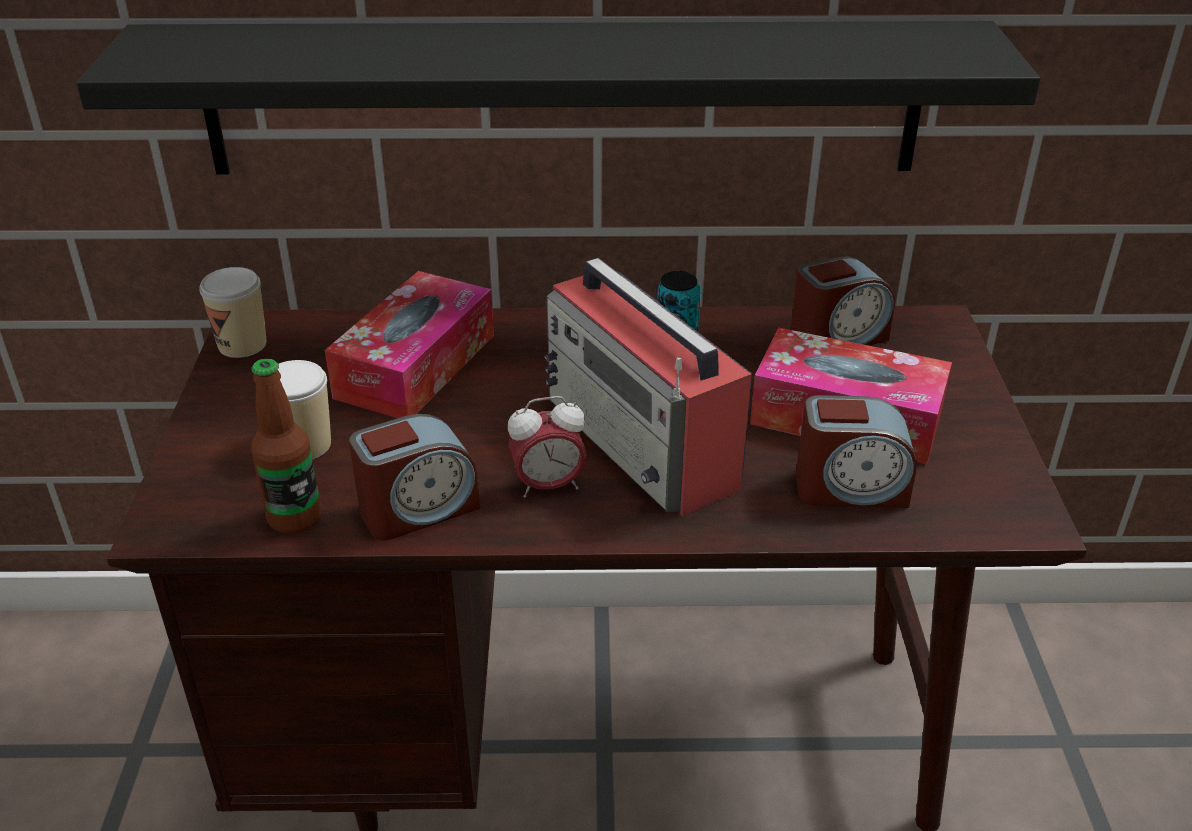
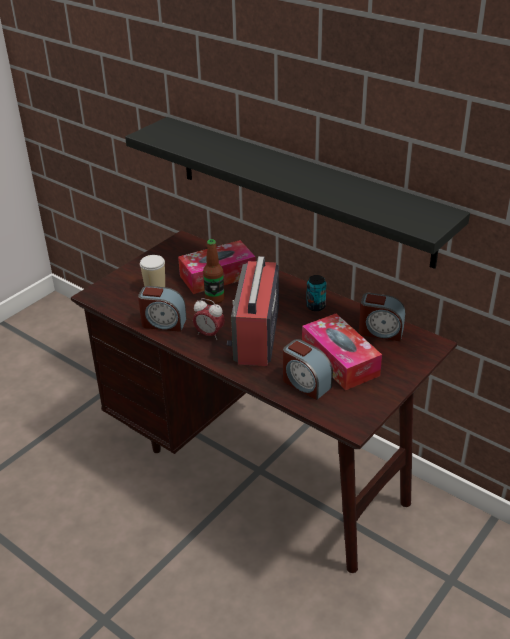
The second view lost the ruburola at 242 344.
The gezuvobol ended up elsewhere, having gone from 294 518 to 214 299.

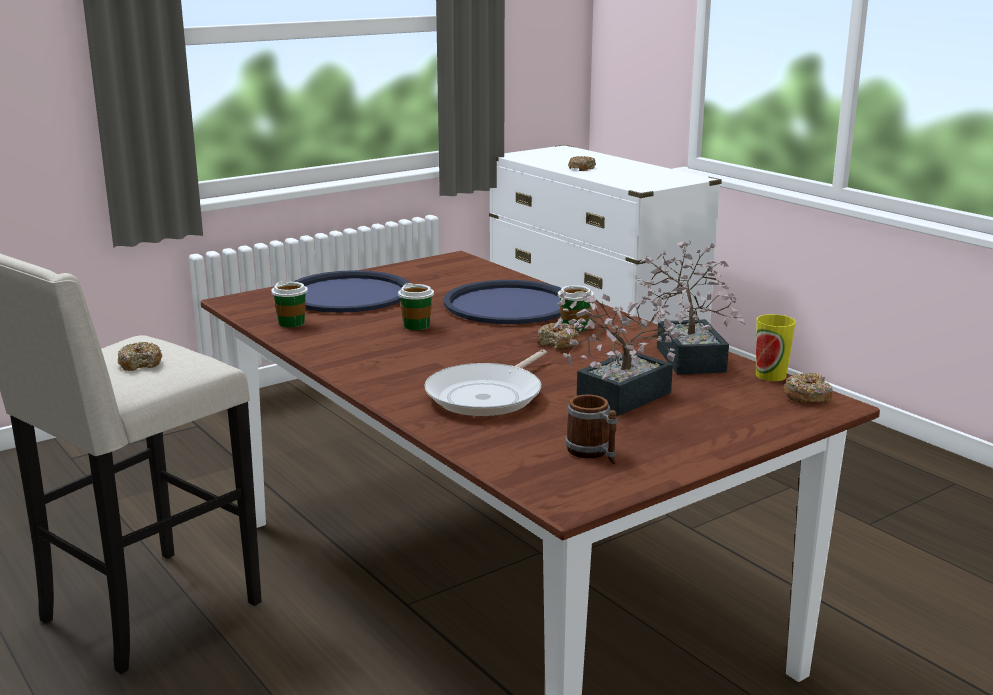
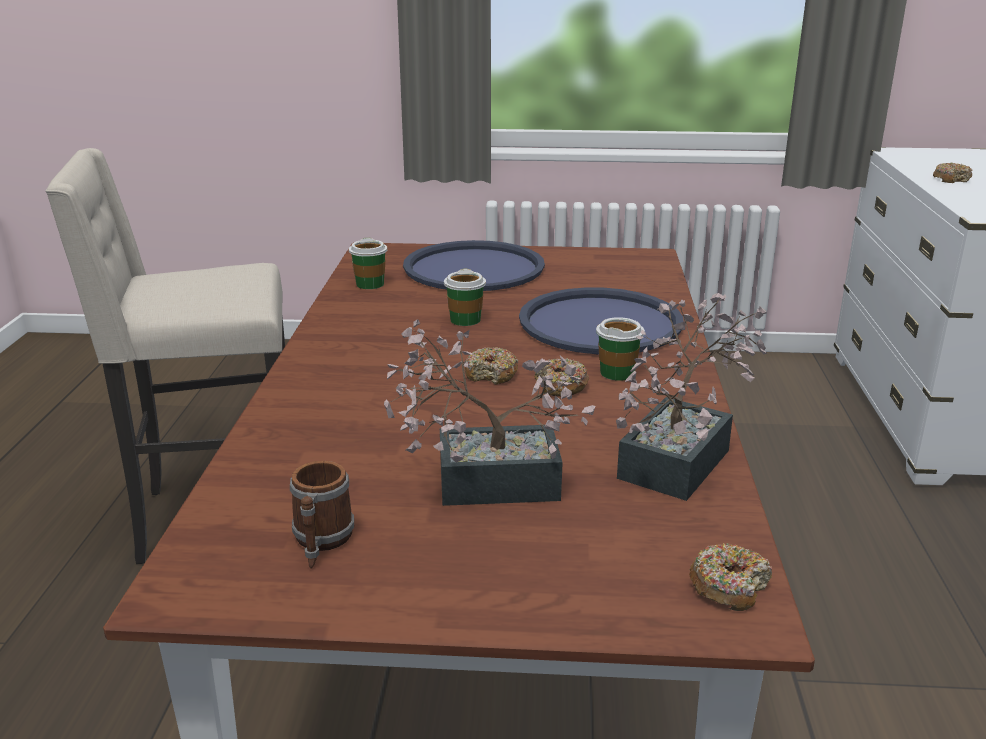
The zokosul ended up elsewhere, having gone from 140 363 to 491 374.
The second view lost the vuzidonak at 488 396.
The second view lost the ruburola at 771 375.

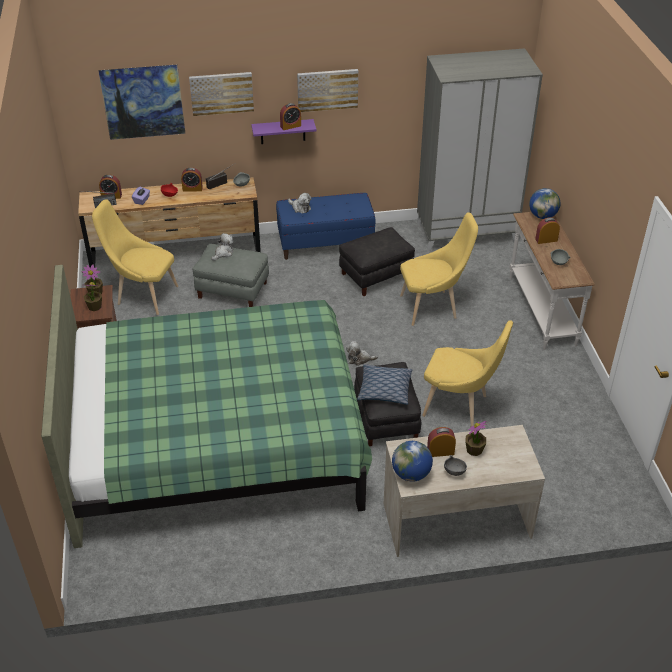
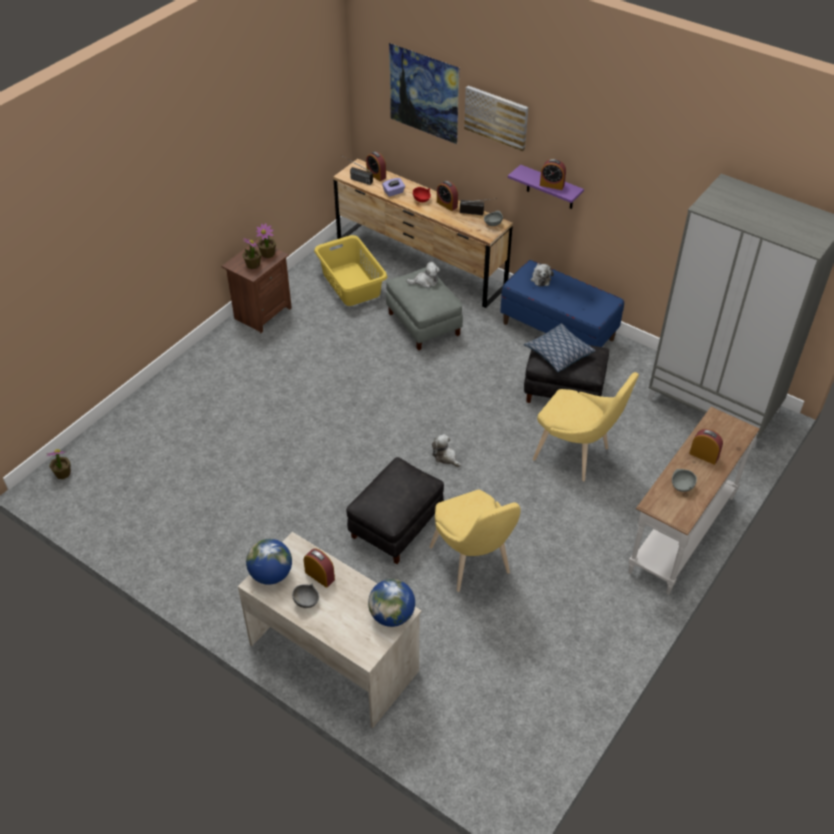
The second view lost the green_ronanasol at 215 439.
Where the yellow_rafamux stood at 143 295, the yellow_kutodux came to stand at 351 283.
The second view lost the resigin at 327 89.
The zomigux ended up elsewhere, having gone from 384 390 to 558 353.
The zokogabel ended up elsewhere, having gone from 474 450 to 63 474.
The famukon ended up elsewhere, having gone from 542 216 to 392 615.

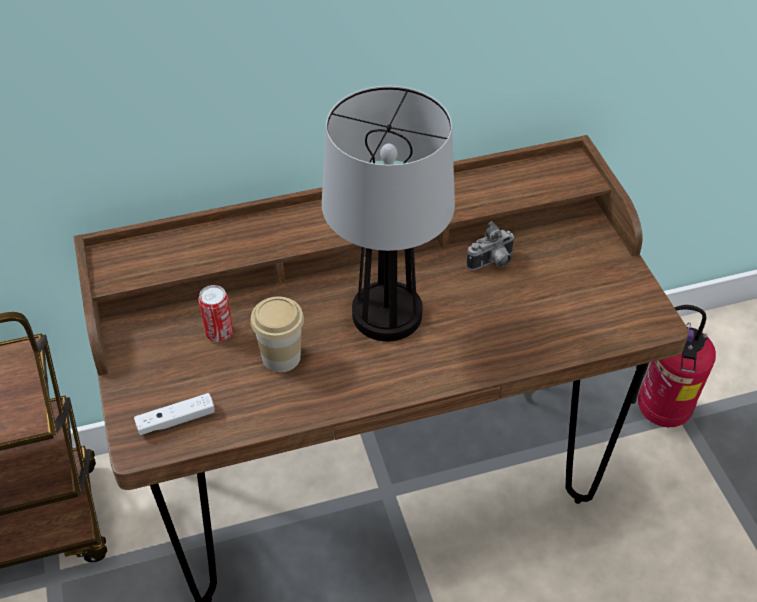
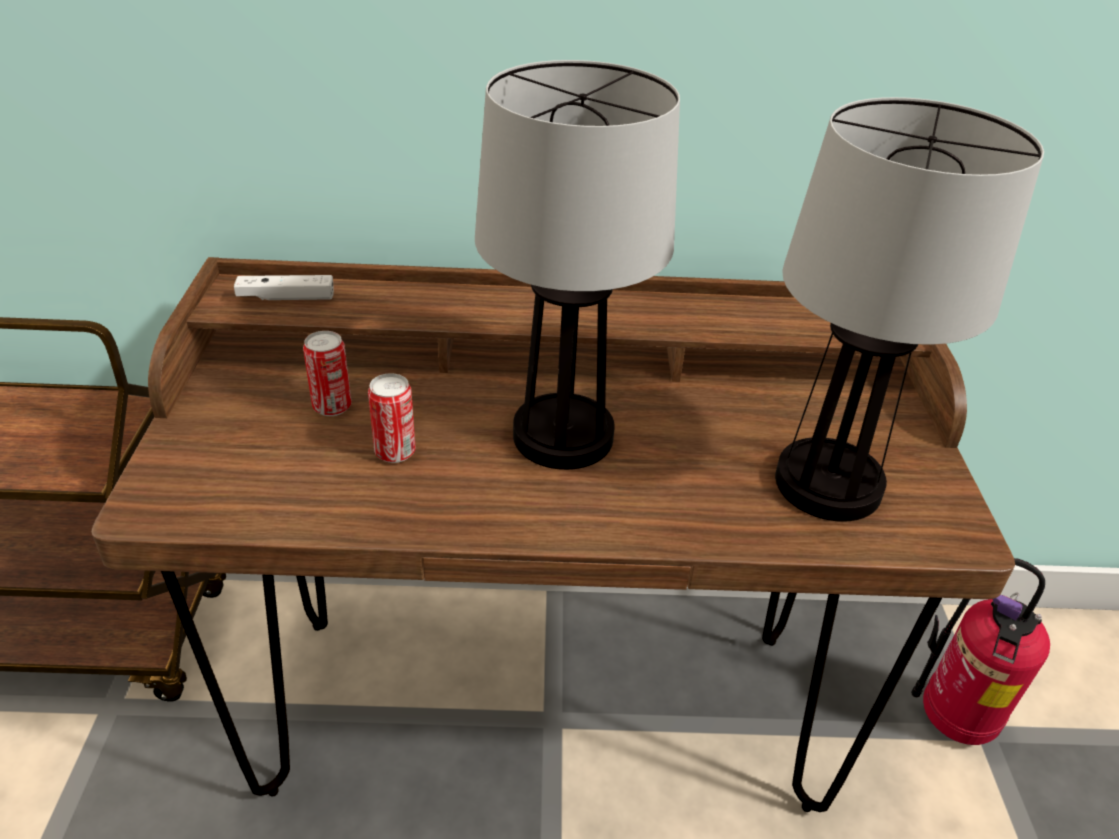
The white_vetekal ended up elsewhere, having gone from 176 420 to 286 297.
Where the ruburola stood at 281 357, the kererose came to stand at 395 452.
The second view lost the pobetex at 492 263.
The second view gained the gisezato at 828 483.

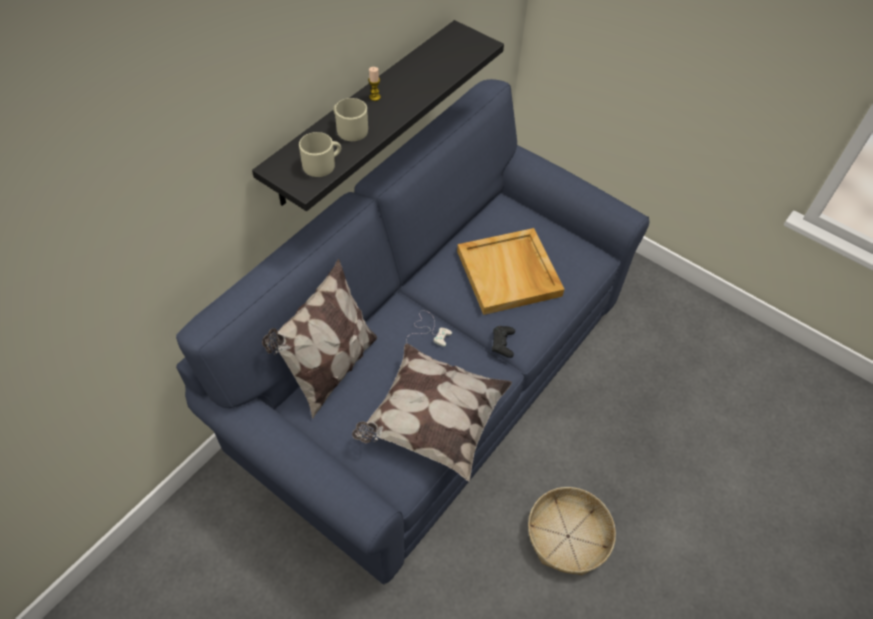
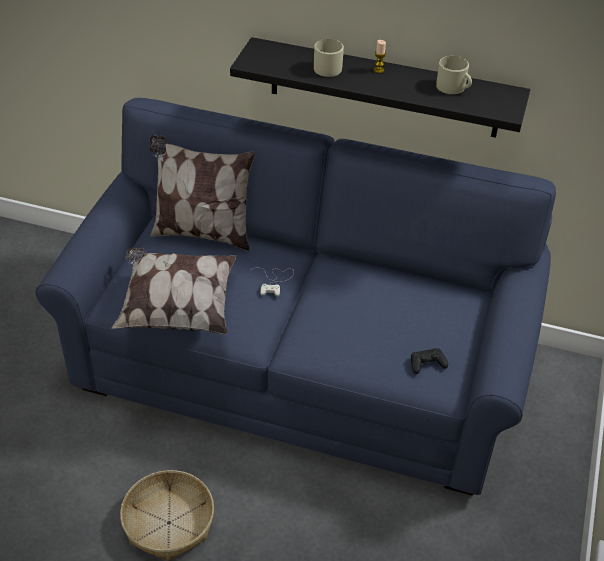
The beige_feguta ended up elsewhere, having gone from 322 164 to 453 87.
The second view lost the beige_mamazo at 509 274.
The black_vetekal ended up elsewhere, having gone from 503 343 to 427 364.

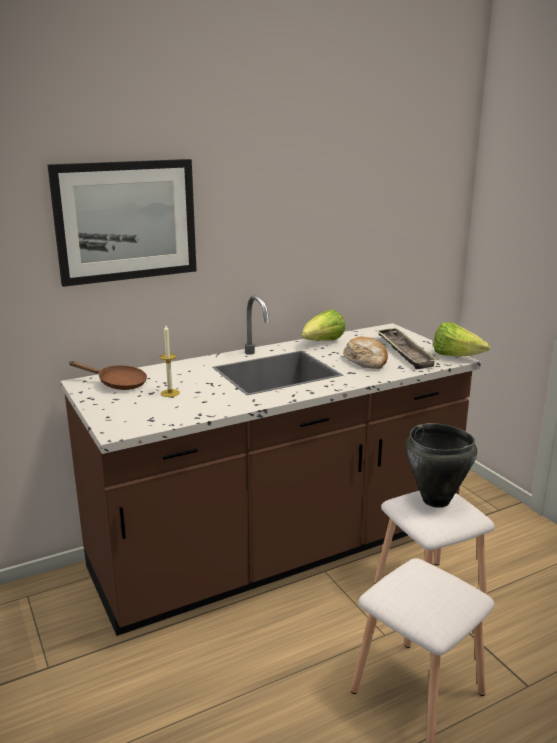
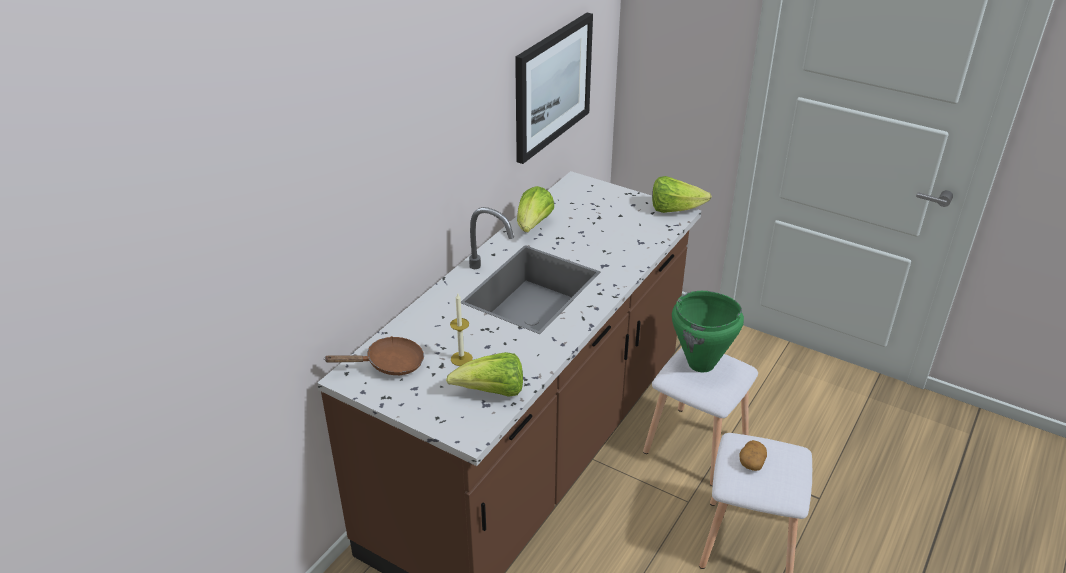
The resigin ended up elsewhere, having gone from 126 221 to 552 86.
The second view lost the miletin at 366 361.
The second view lost the mamazo at 404 352.
What was the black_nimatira at 436 500 turned into the green_nimatira at 701 364.
The second view gained the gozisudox at 492 392.
The second view gained the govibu at 751 462.

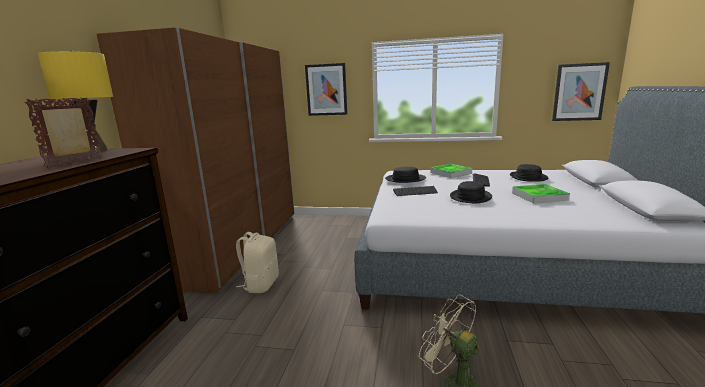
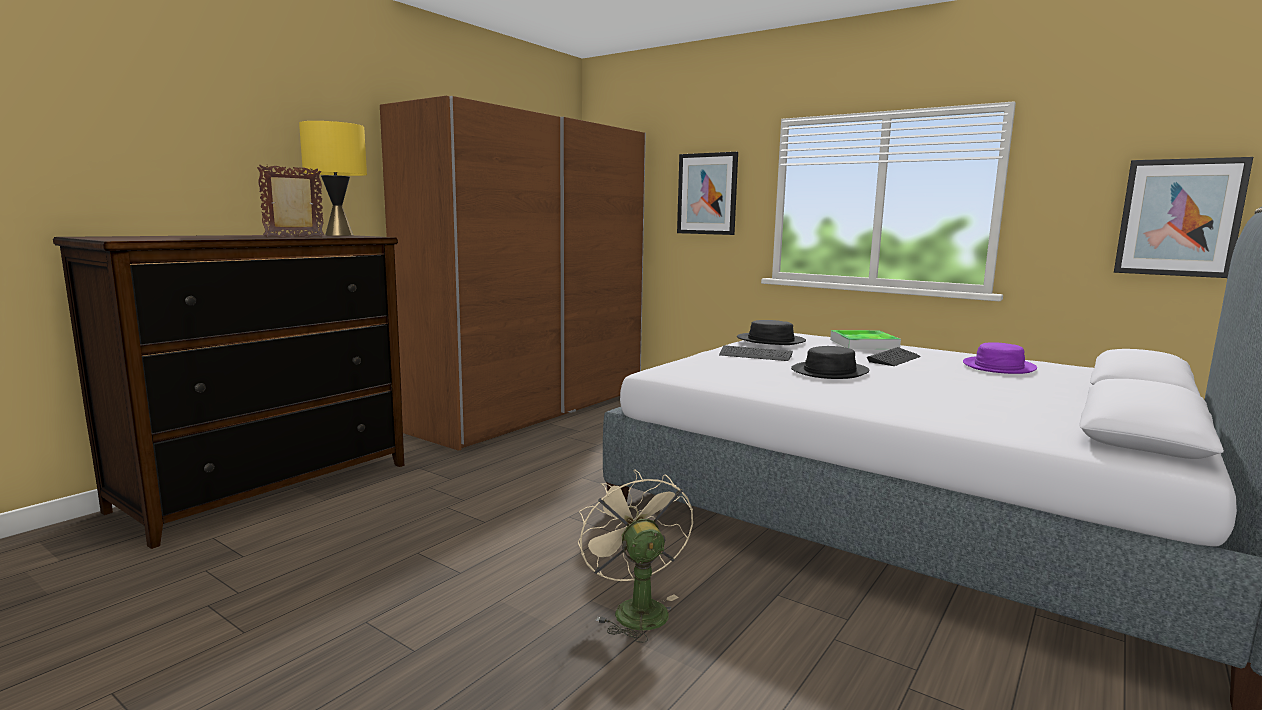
The second view lost the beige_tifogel at 261 284.
What was the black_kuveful at 528 177 turned into the purple_kuveful at 998 367.
The second view lost the mamazo at 539 196.

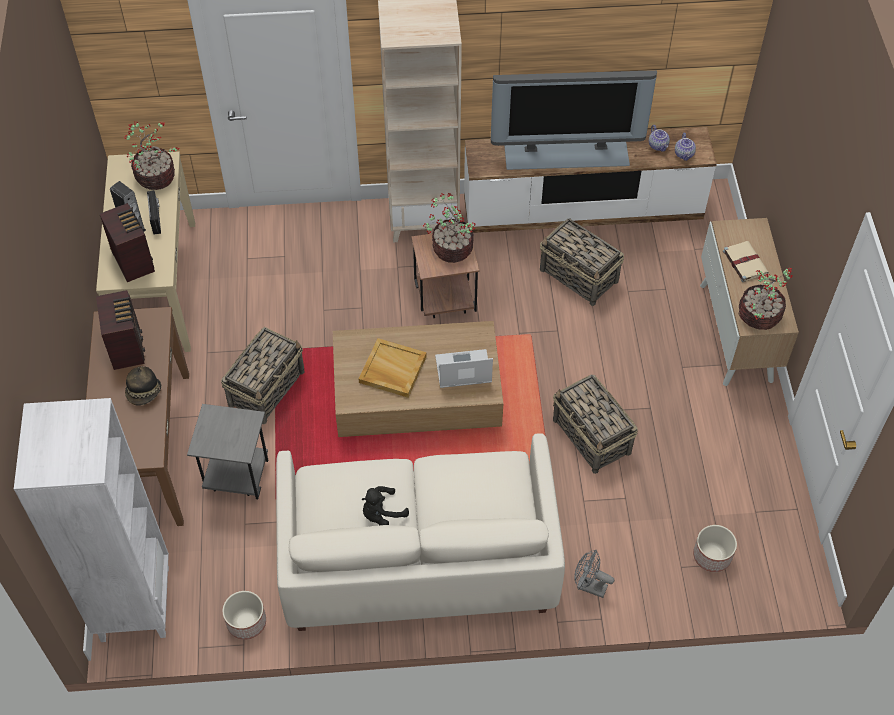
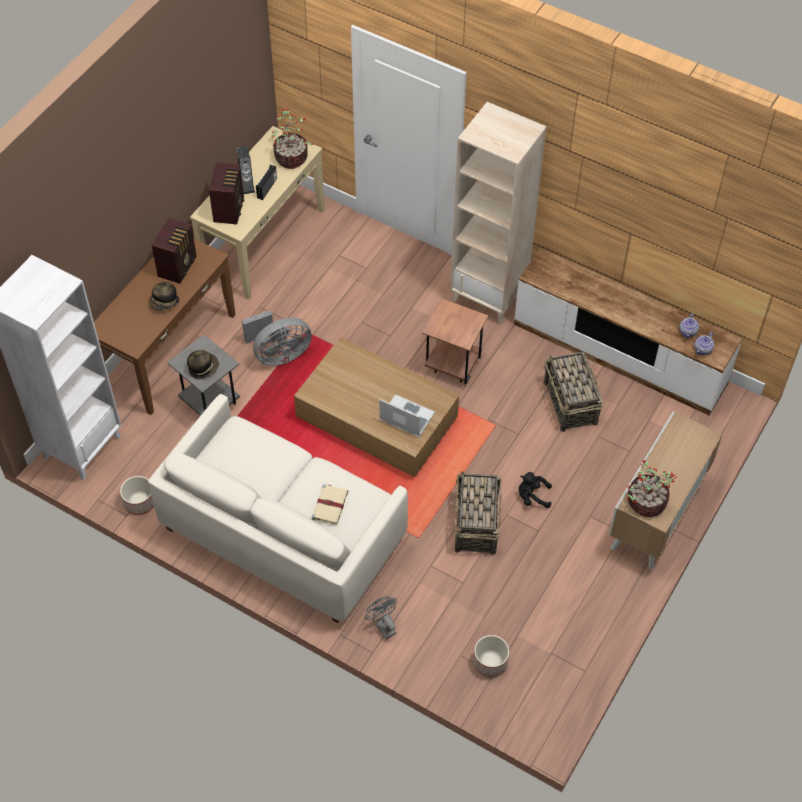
Where the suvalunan stood at 267 388, the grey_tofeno came to stand at 279 354.
The second view lost the beige_mamazo at 392 369.
The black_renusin ended up elsewhere, having gone from 382 514 to 532 497.
The second view lost the zokogabel at 451 248.
The second view lost the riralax at 566 152.
The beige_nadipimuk ended up elsewhere, having gone from 744 262 to 330 505.
The second view gained the kuveful at 203 368.

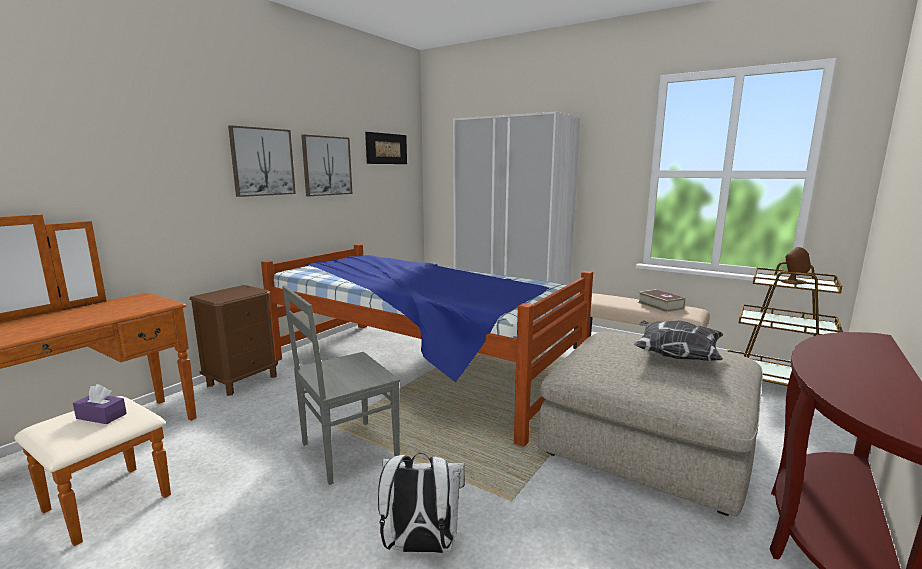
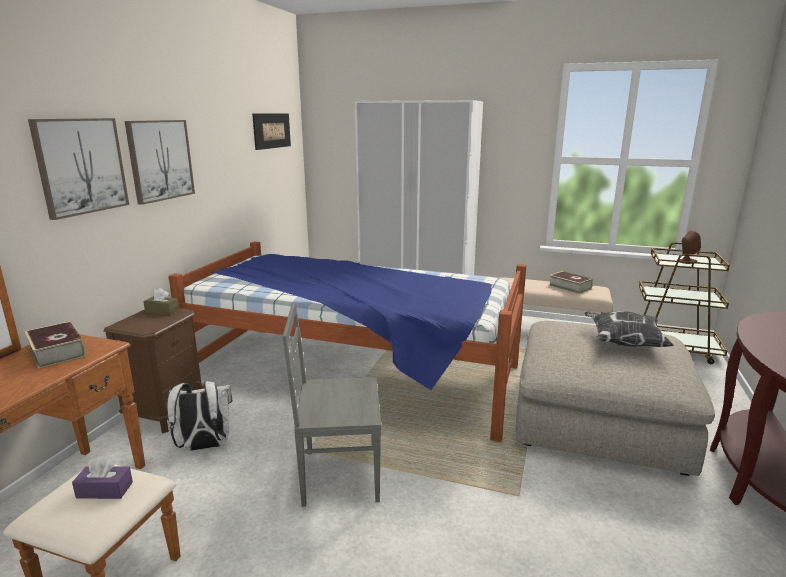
The grey_rafamux at 346 452 ended up facing another way, 45 degrees clockwise from before.
The resigin ended up elsewhere, having gone from 327 166 to 81 166.
The white_tifogel ended up elsewhere, having gone from 421 547 to 204 446.
The second view gained the nadipimuk at 57 352.
The second view gained the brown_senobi at 162 311.

